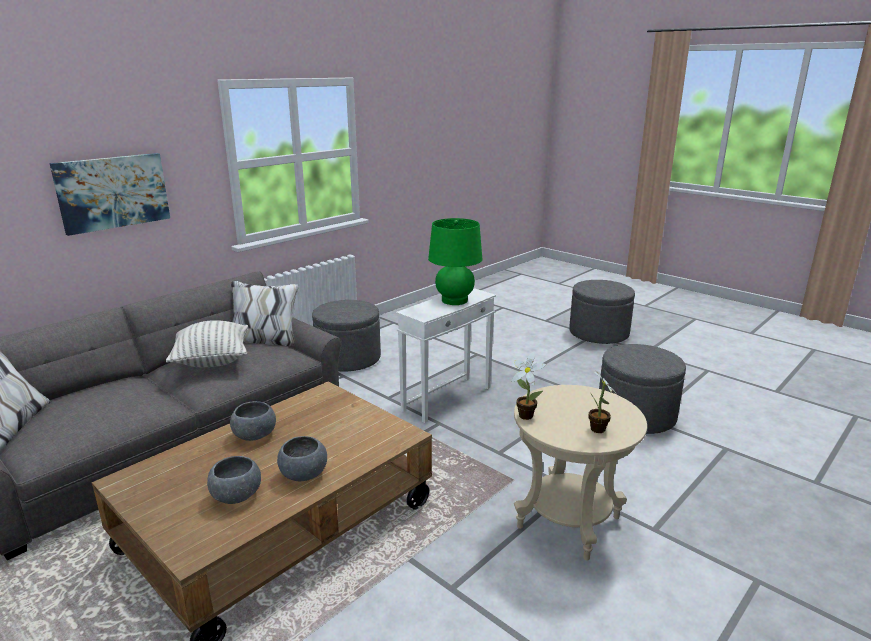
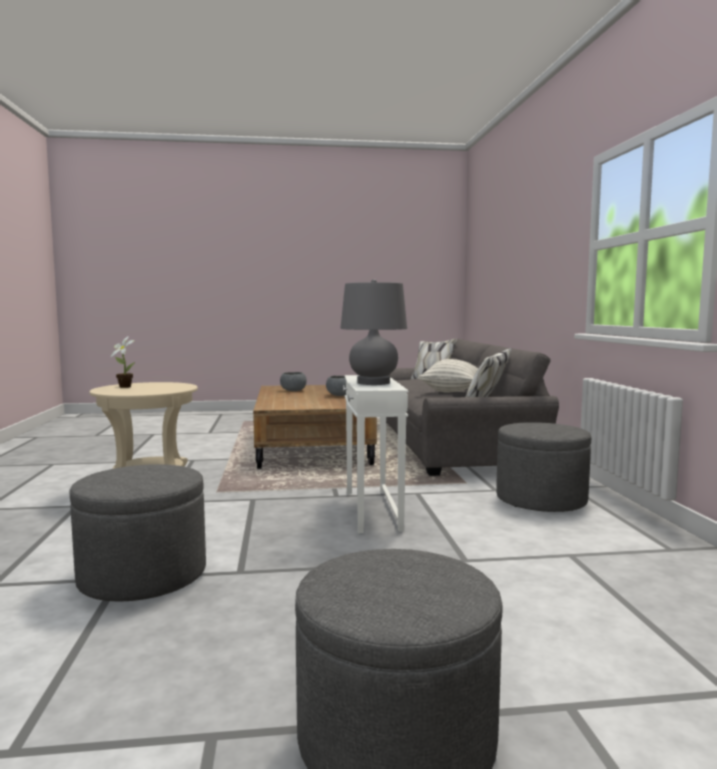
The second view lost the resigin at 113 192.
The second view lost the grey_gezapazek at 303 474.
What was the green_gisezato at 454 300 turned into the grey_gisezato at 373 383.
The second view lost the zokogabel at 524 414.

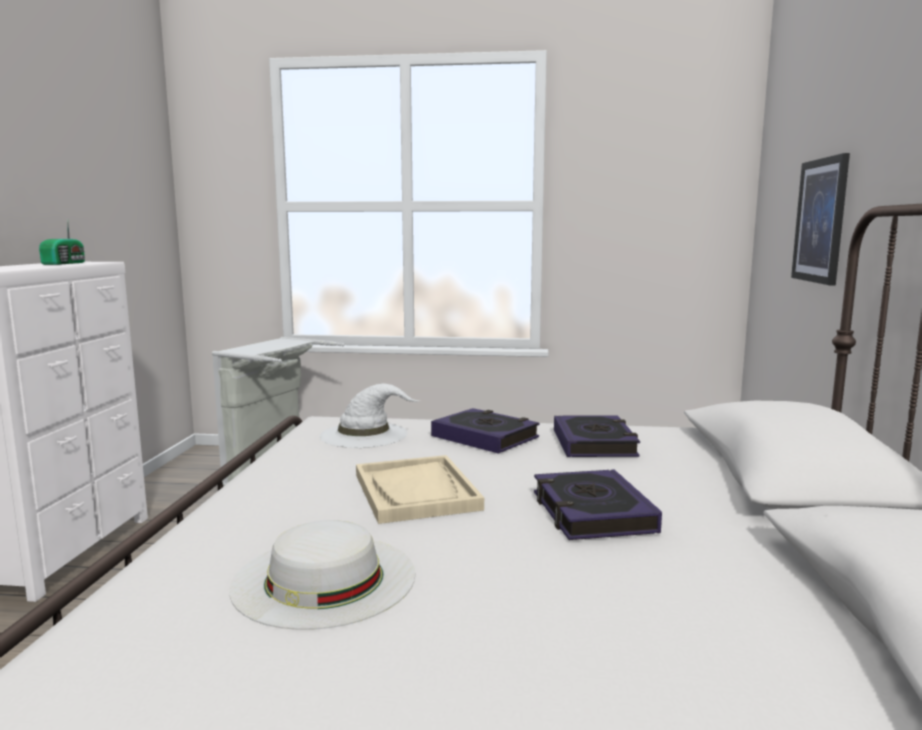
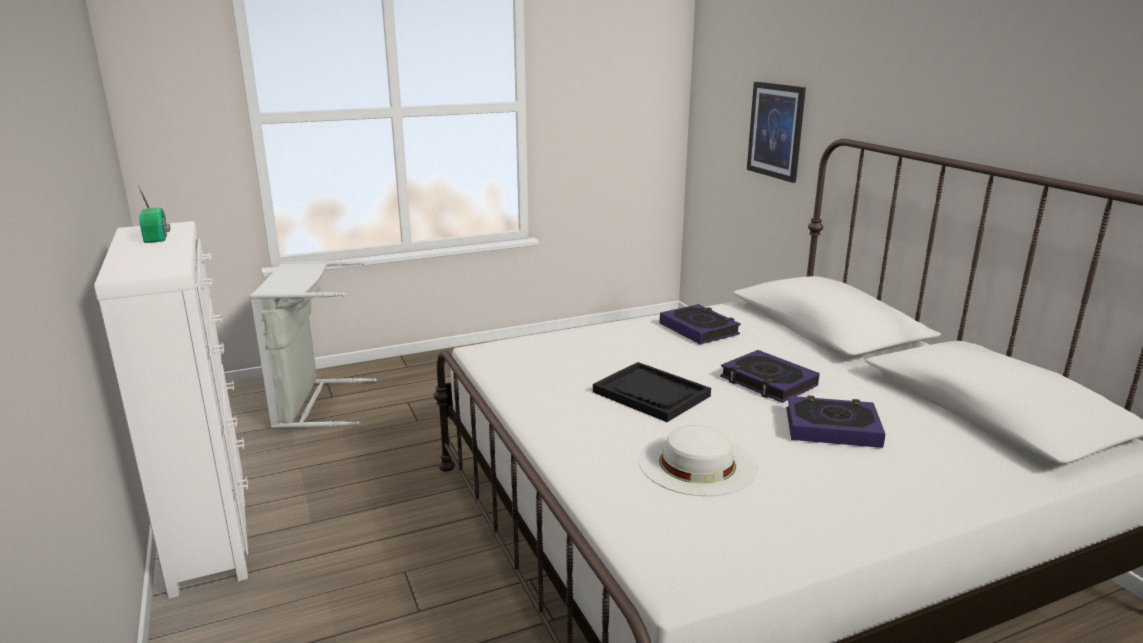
The second view lost the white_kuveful at 365 434.
What was the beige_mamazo at 416 492 turned into the black_mamazo at 651 394.
The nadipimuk ended up elsewhere, having gone from 485 437 to 832 428.

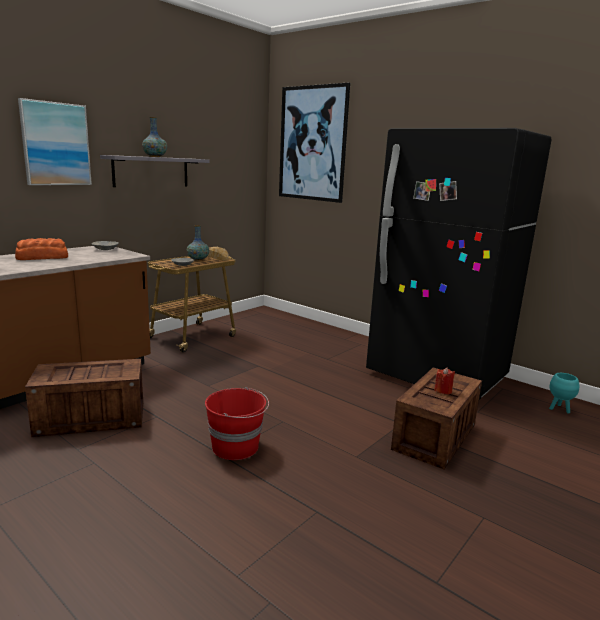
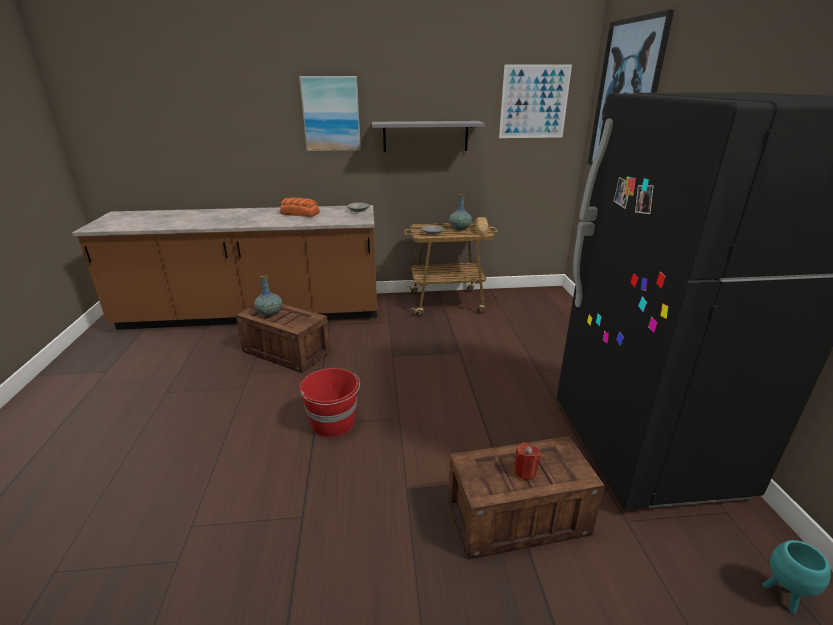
The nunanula ended up elsewhere, having gone from 155 156 to 270 313.
The second view gained the resigin at 534 102.

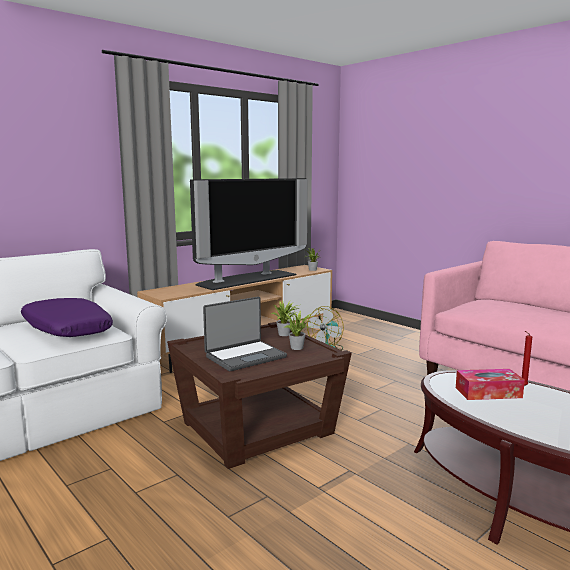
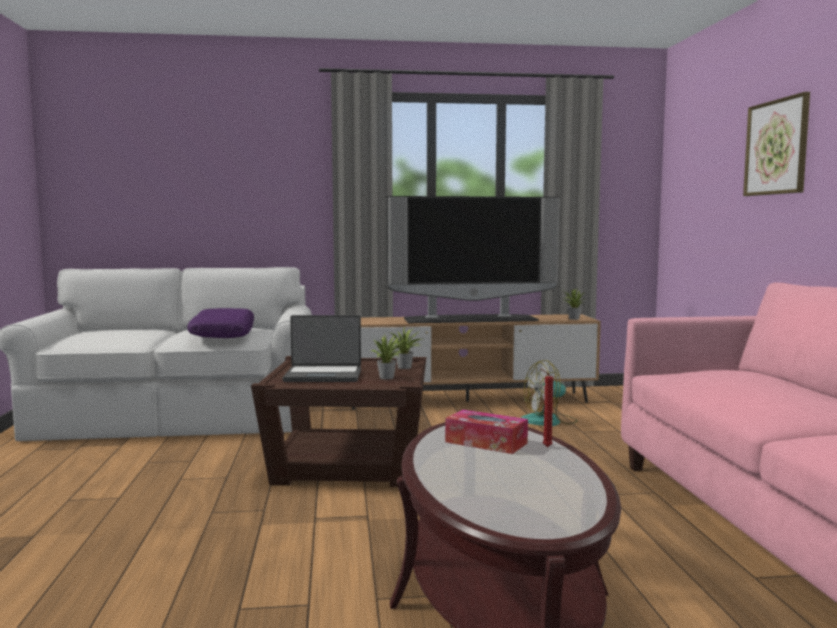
The second view gained the resigin at 776 147.

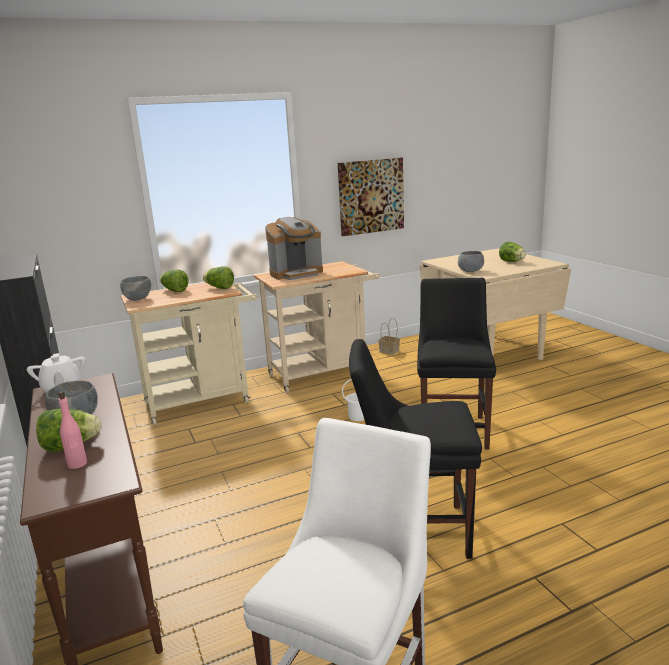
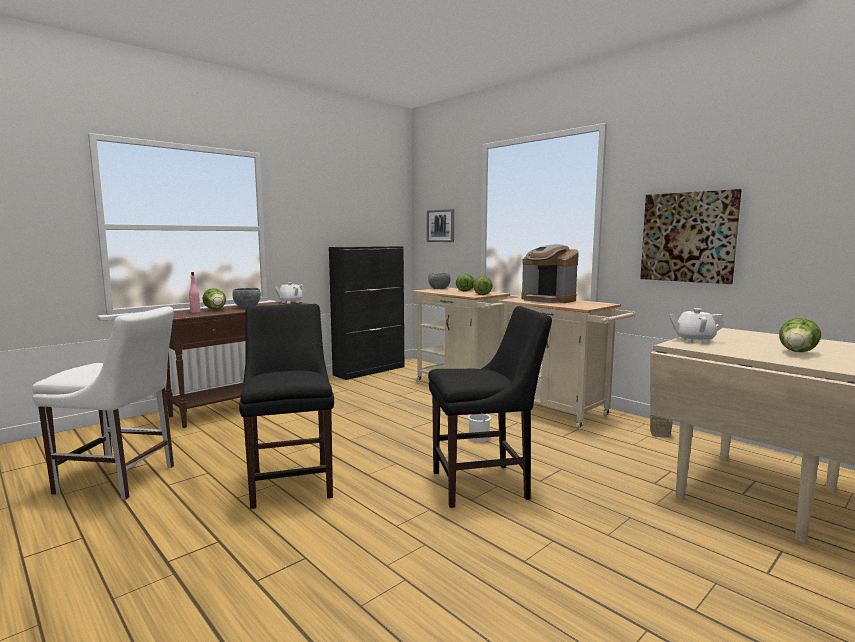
Where the grey_gezapazek stood at 470 271, the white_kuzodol came to stand at 694 340.
The second view gained the resigin at 441 226.

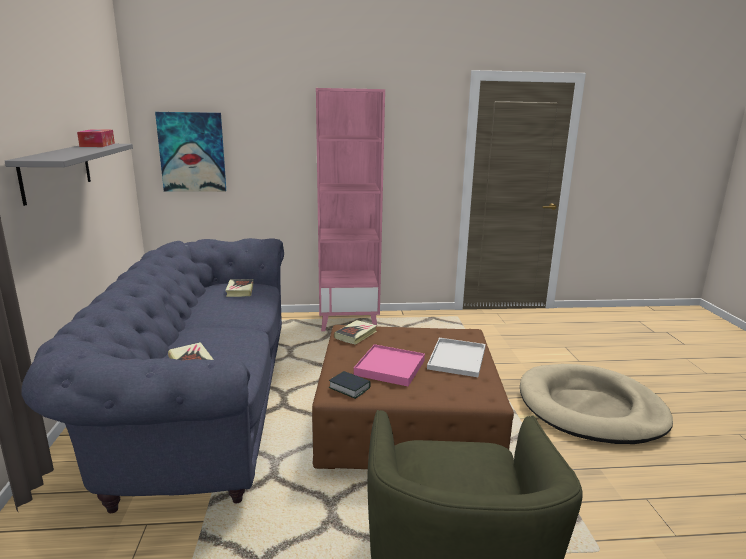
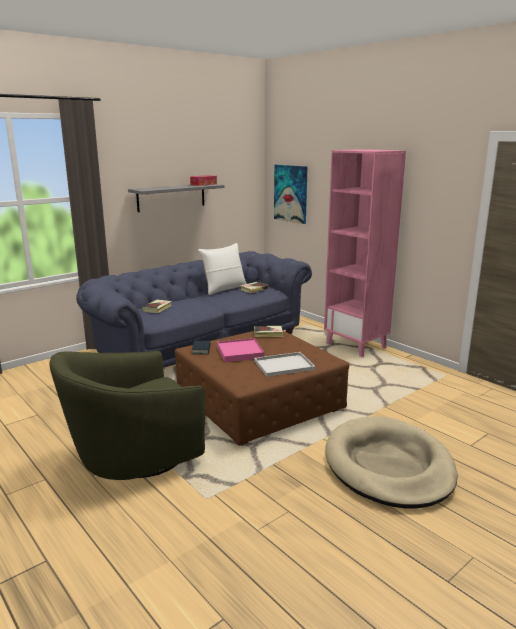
The second view gained the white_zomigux at 224 289.

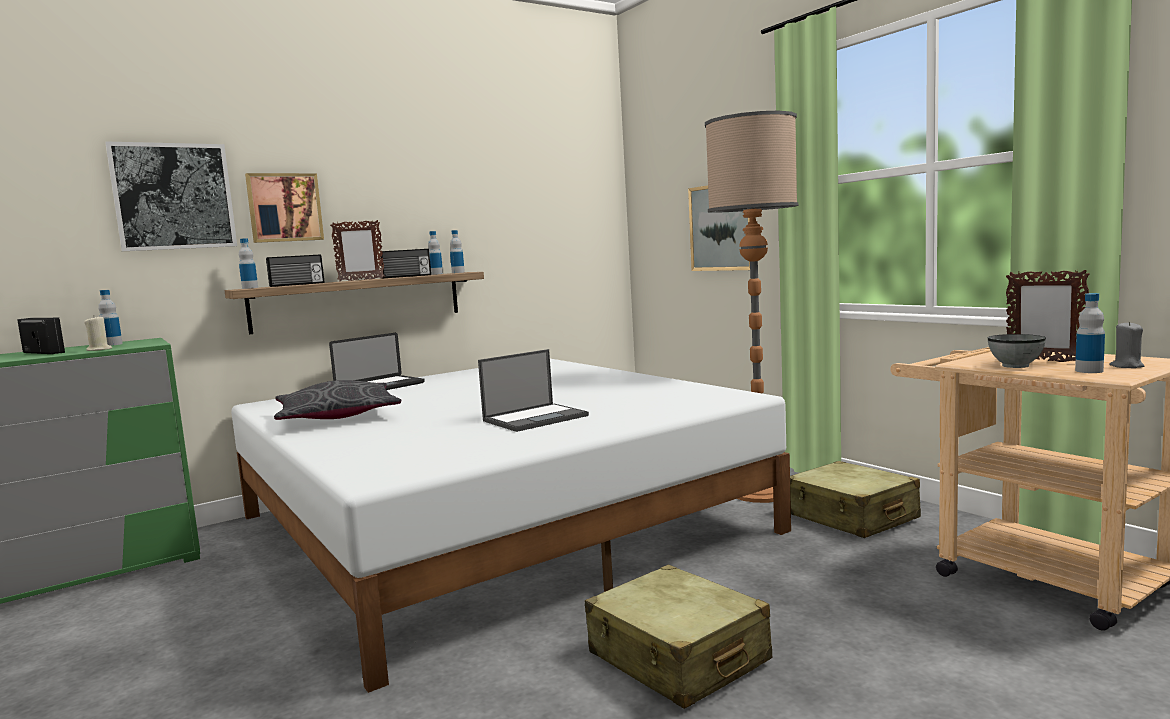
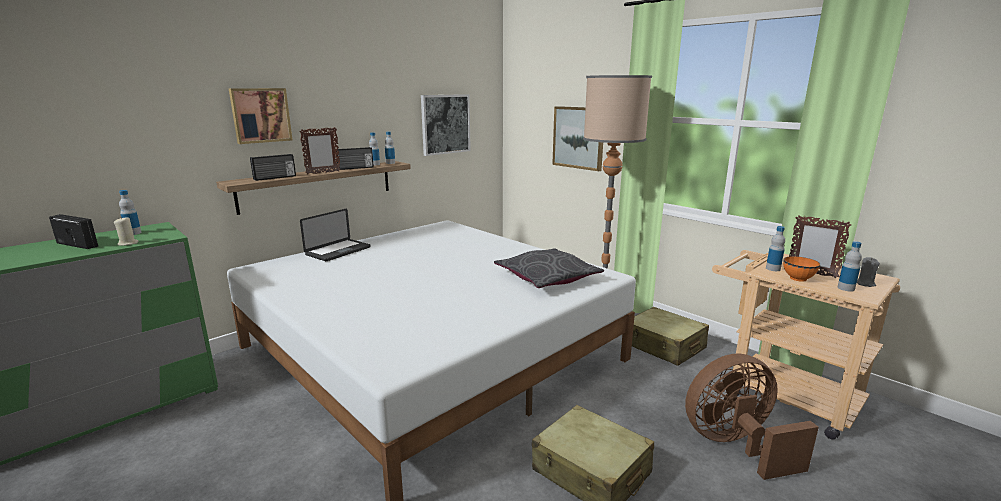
The resigin ended up elsewhere, having gone from 173 196 to 445 124.
The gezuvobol ended up elsewhere, having gone from 250 288 to 773 269.
The grey_zomigux ended up elsewhere, having gone from 337 416 to 547 278.
The second view lost the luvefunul at 536 418.
What was the grey_gezapazek at 1015 366 turned into the orange_gezapazek at 797 278.
The second view gained the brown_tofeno at 735 445.

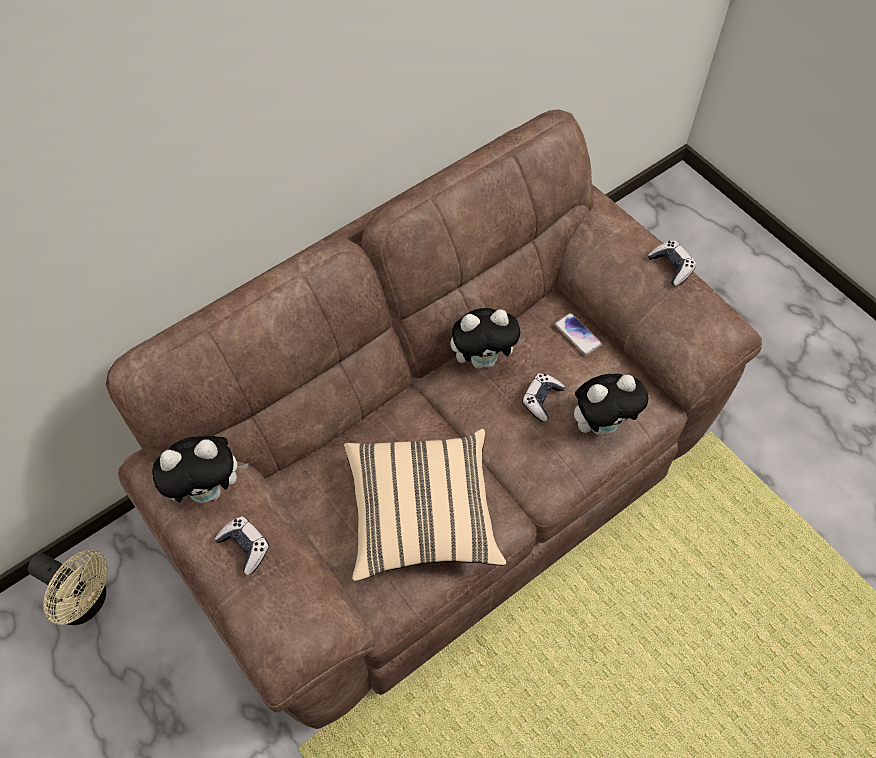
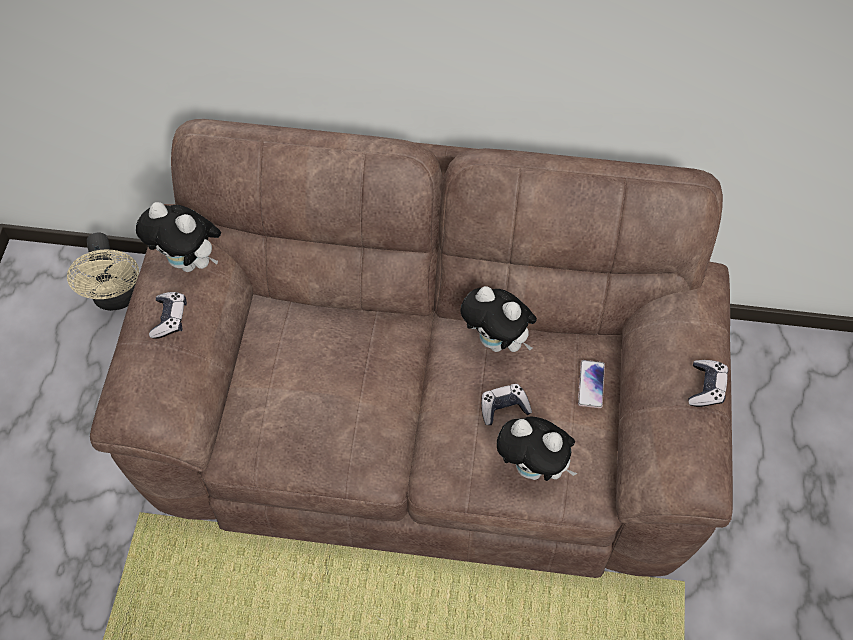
The second view lost the beige_zomigux at 422 514.

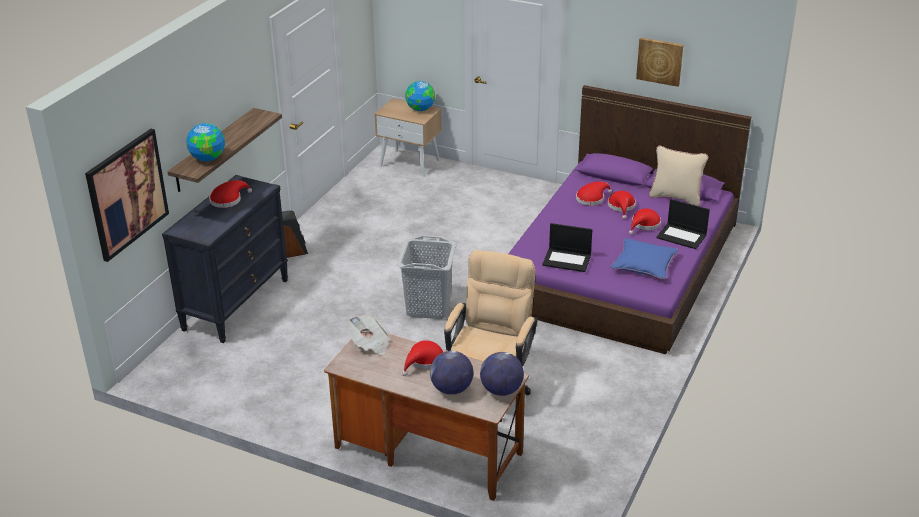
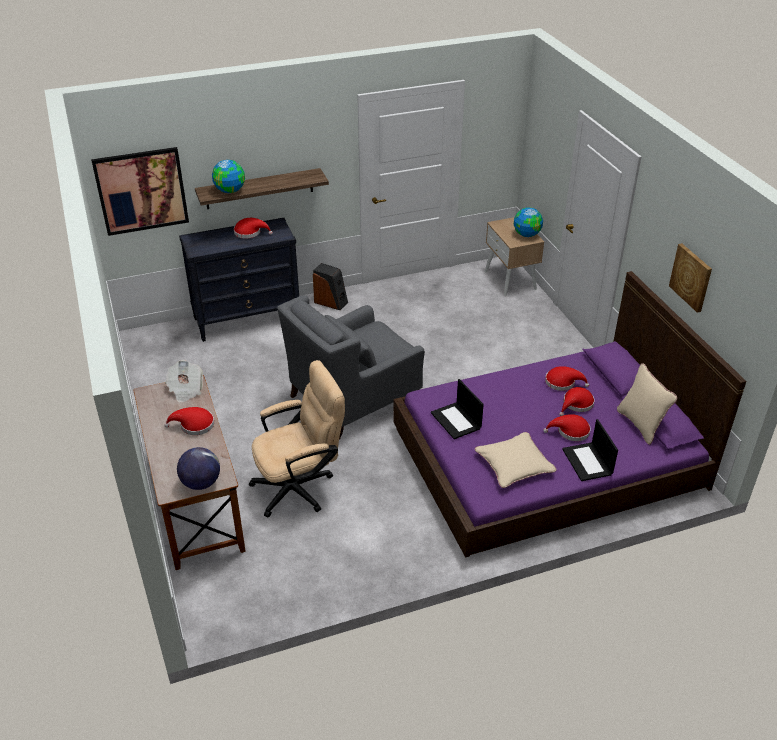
Where the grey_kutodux stood at 428 307, the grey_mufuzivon came to stand at 354 398.
The second view lost the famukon at 451 389.
What was the blue_zomigux at 644 264 turned into the beige_zomigux at 514 464.

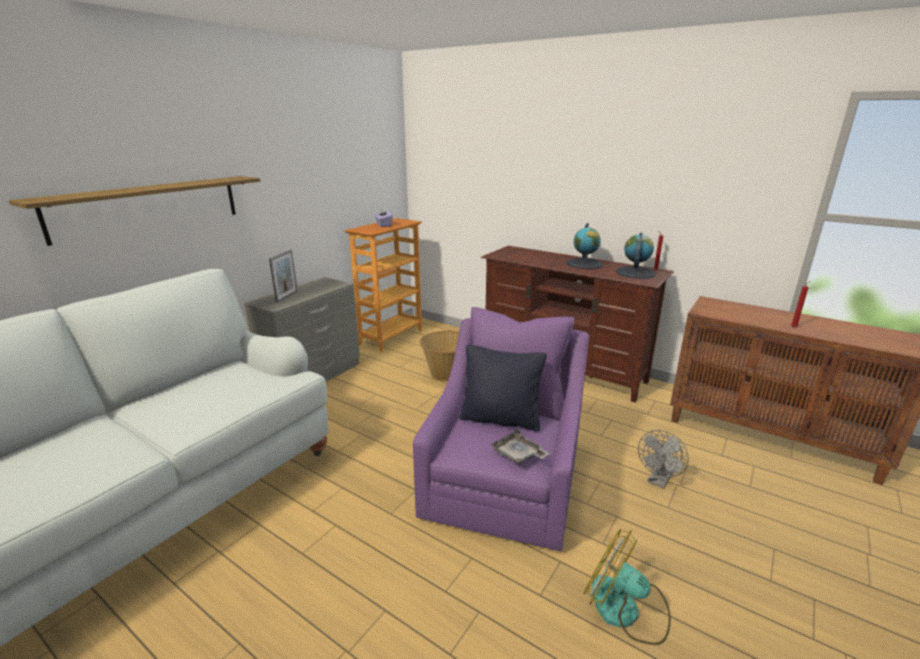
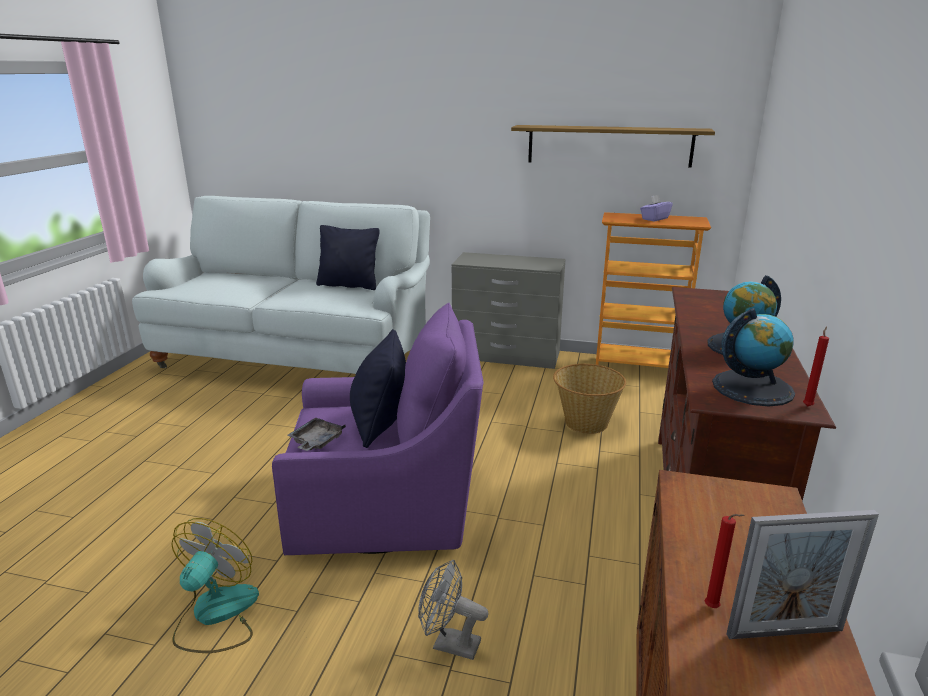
The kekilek ended up elsewhere, having gone from 149 207 to 609 145.
The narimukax ended up elsewhere, having gone from 287 296 to 784 632.
The second view gained the black_zomigux at 349 285.

